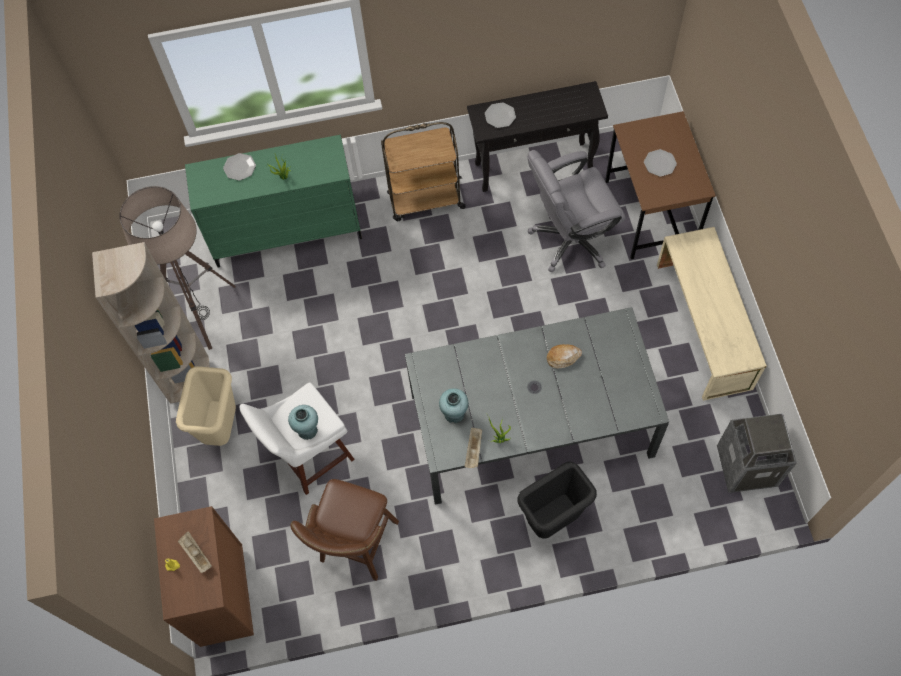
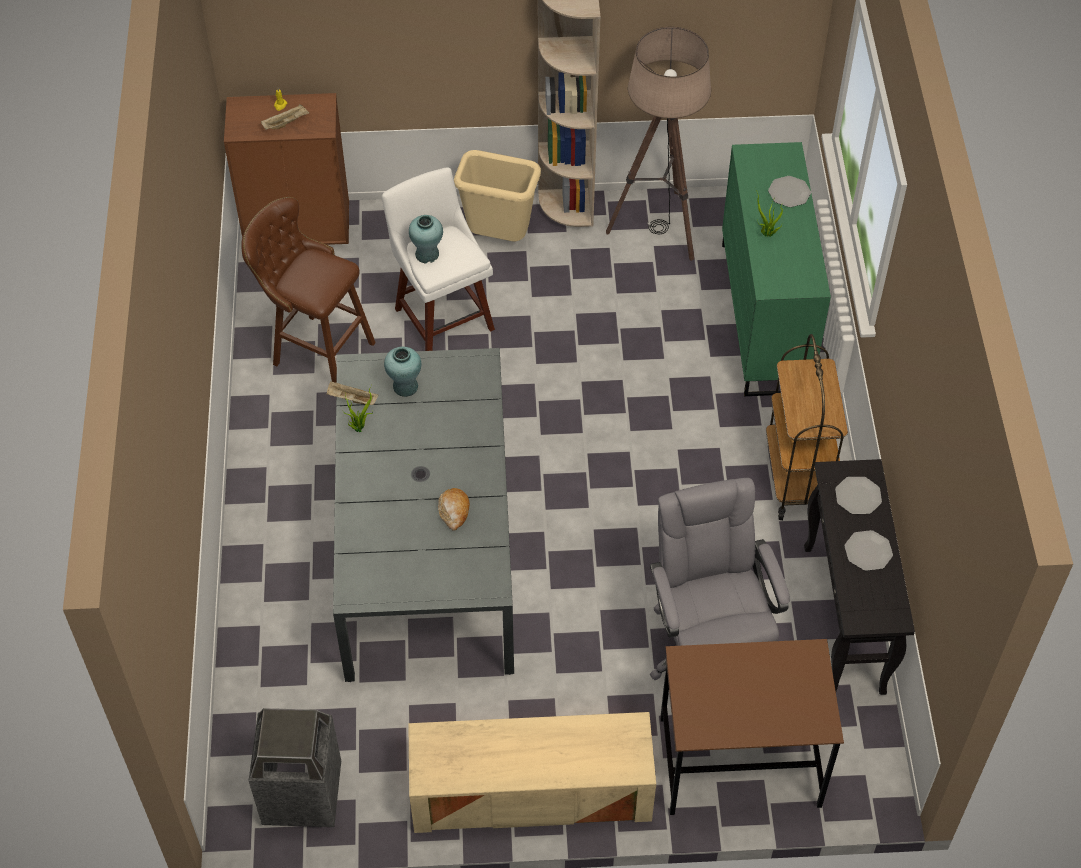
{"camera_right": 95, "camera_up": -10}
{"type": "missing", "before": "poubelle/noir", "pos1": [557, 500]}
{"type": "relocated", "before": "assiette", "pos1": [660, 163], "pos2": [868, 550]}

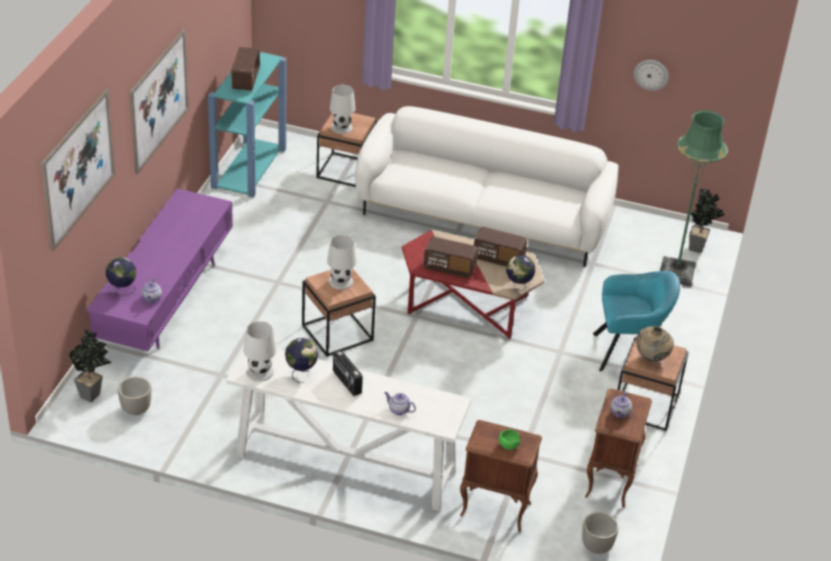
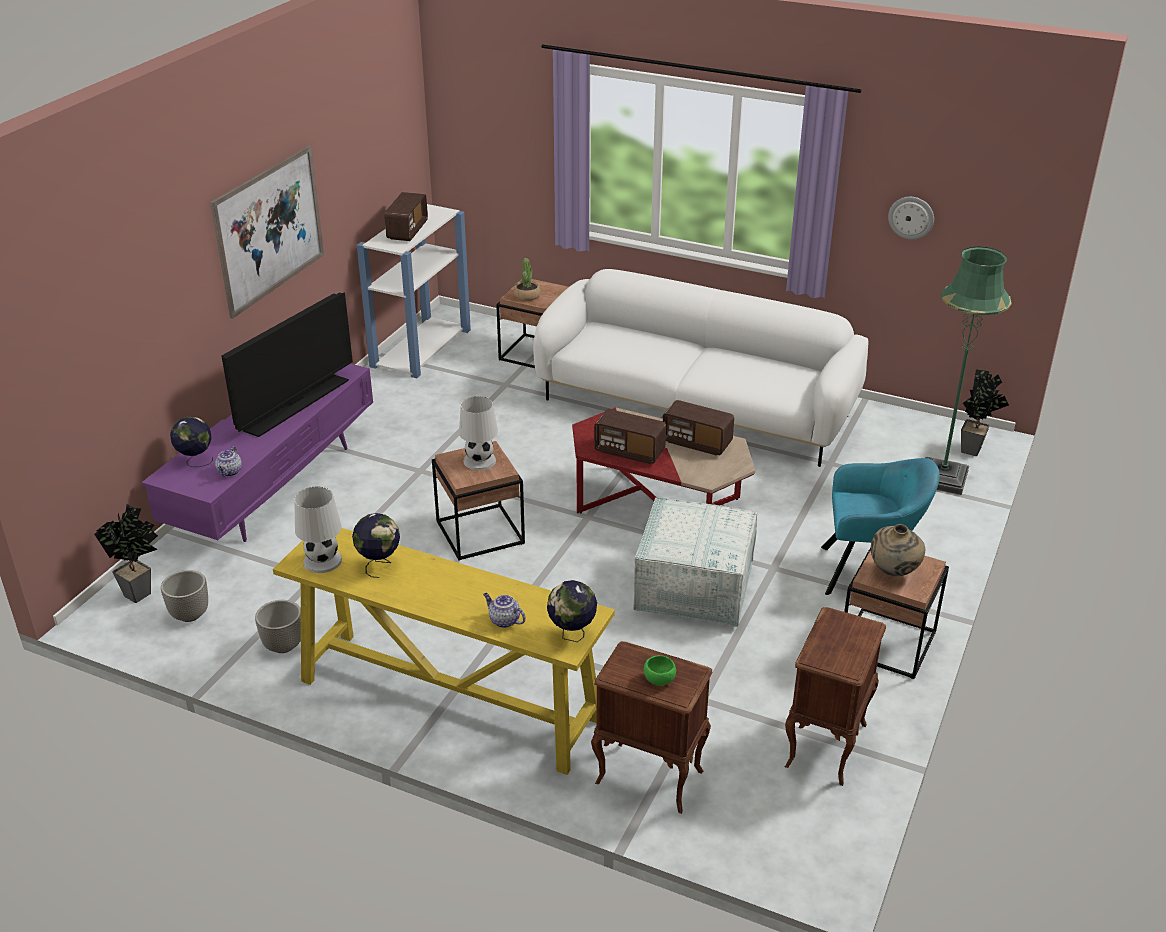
{"camera_right": 10, "camera_up": -5}
{"type": "missing", "before": "tableau", "pos1": [78, 170]}
{"type": "colour", "before": "bibliothèque/turquoise", "after": "bibliothèque/blanc", "pos1": [247, 125], "pos2": [414, 291]}
{"type": "colour", "before": "table console/blanc", "after": "table console/jaune", "pos1": [349, 429], "pos2": [444, 651]}
{"type": "exchanged", "before": "lampe de table/blanc", "after": "plante en pot", "pos1": [342, 109], "pos2": [527, 279]}
{"type": "missing", "before": "radio", "pos1": [348, 373]}
{"type": "relocated", "before": "globe", "pos1": [520, 273], "pos2": [572, 611]}
{"type": "relocated", "before": "cache-pot", "pos1": [600, 533], "pos2": [278, 626]}
{"type": "missing", "before": "théière", "pos1": [621, 405]}
{"type": "appeared", "after": "téléviseur", "pos2": [287, 364]}
{"type": "appeared", "after": "pouf/blanc", "pos2": [695, 562]}

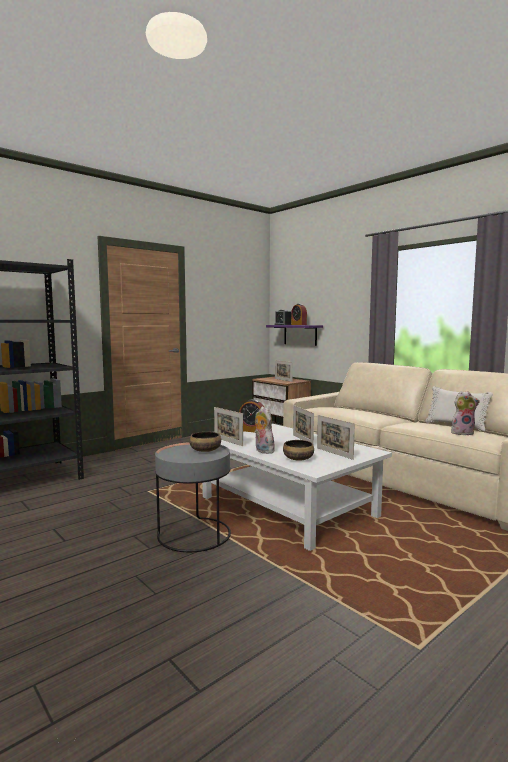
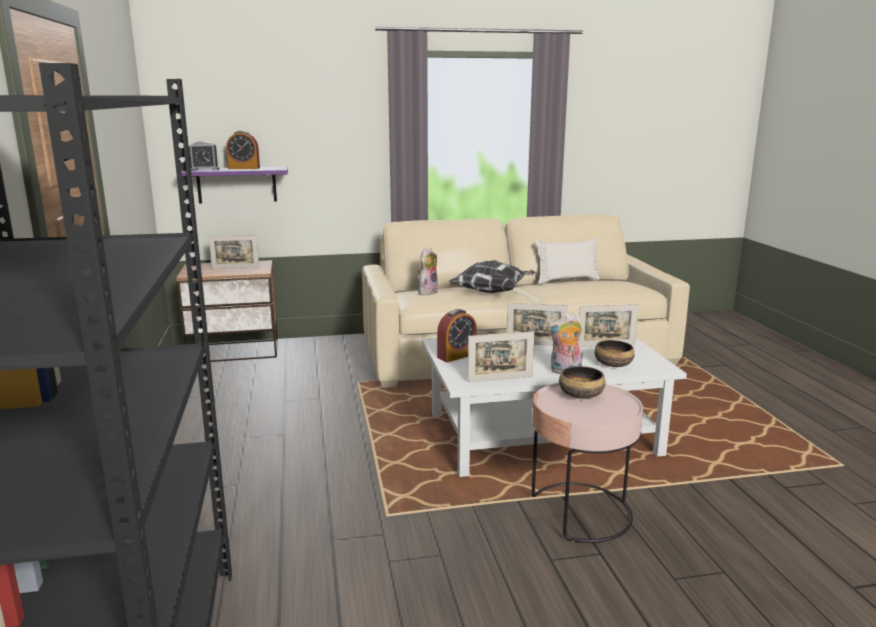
{"camera_right": -60, "camera_up": 10}
{"type": "colour", "before": "table d'appoint/gris", "after": "table d'appoint/rose", "pos1": [193, 497], "pos2": [587, 463]}
{"type": "relocated", "before": "peluche", "pos1": [465, 413], "pos2": [427, 271]}
{"type": "appeared", "after": "coussin", "pos2": [492, 276]}

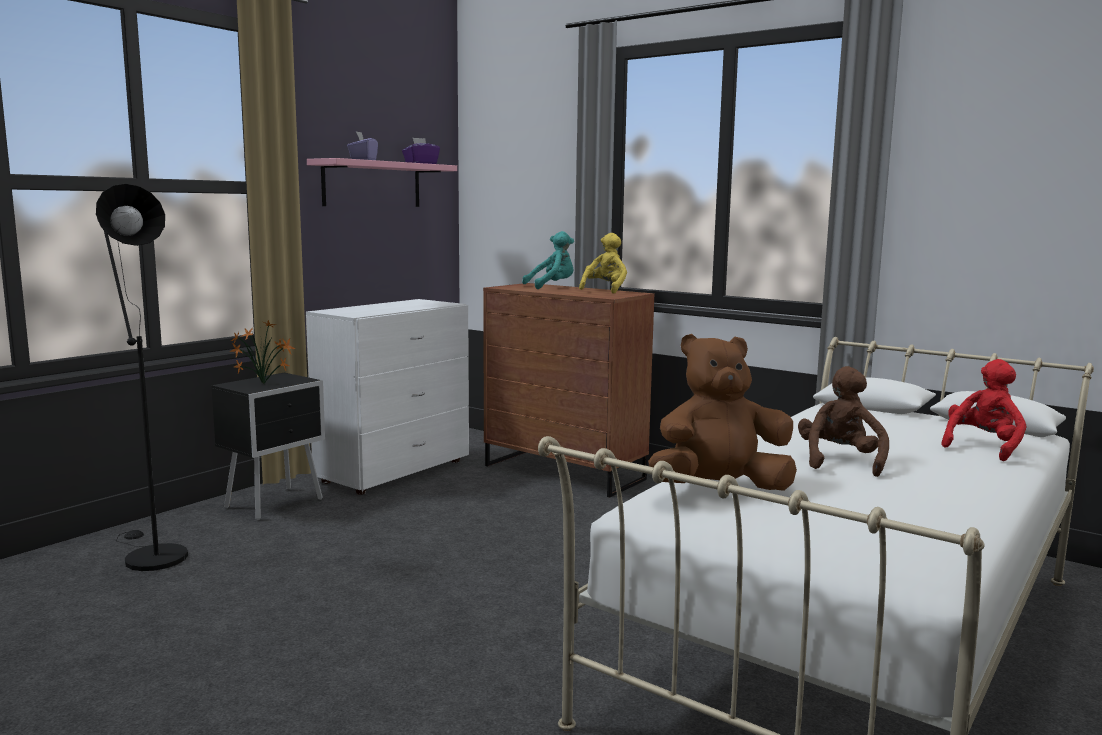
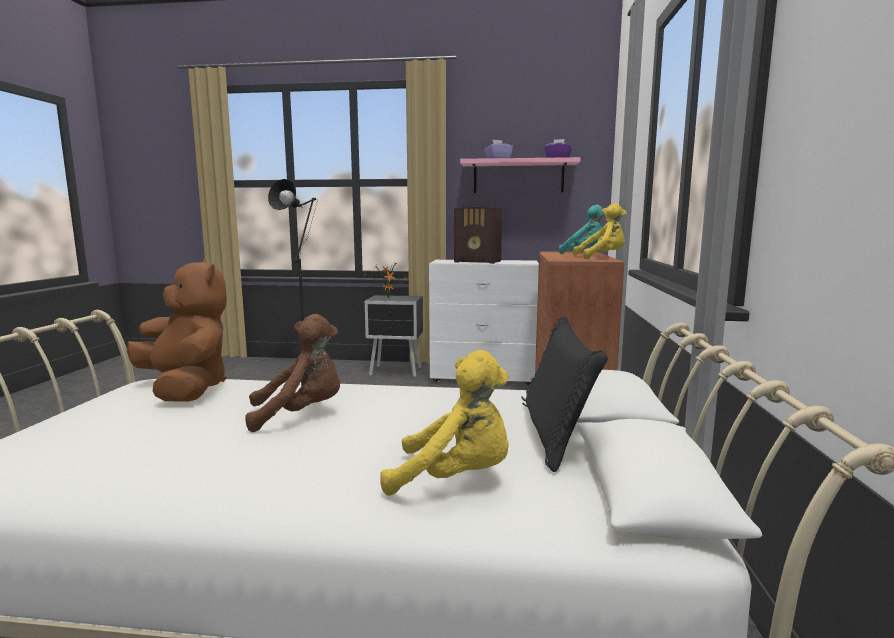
{"camera_right": 60, "camera_up": 0}
{"type": "colour", "before": "peluche/rouge", "after": "peluche/jaune", "pos1": [983, 410], "pos2": [444, 423]}
{"type": "appeared", "after": "radio", "pos2": [478, 235]}
{"type": "appeared", "after": "coussin/noir", "pos2": [564, 394]}

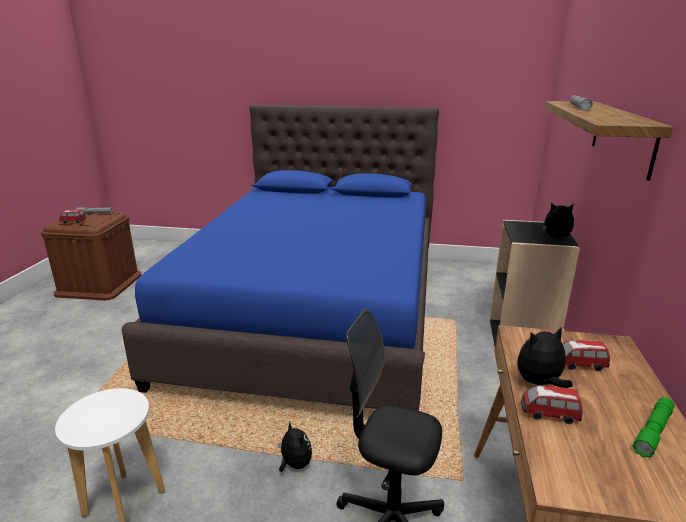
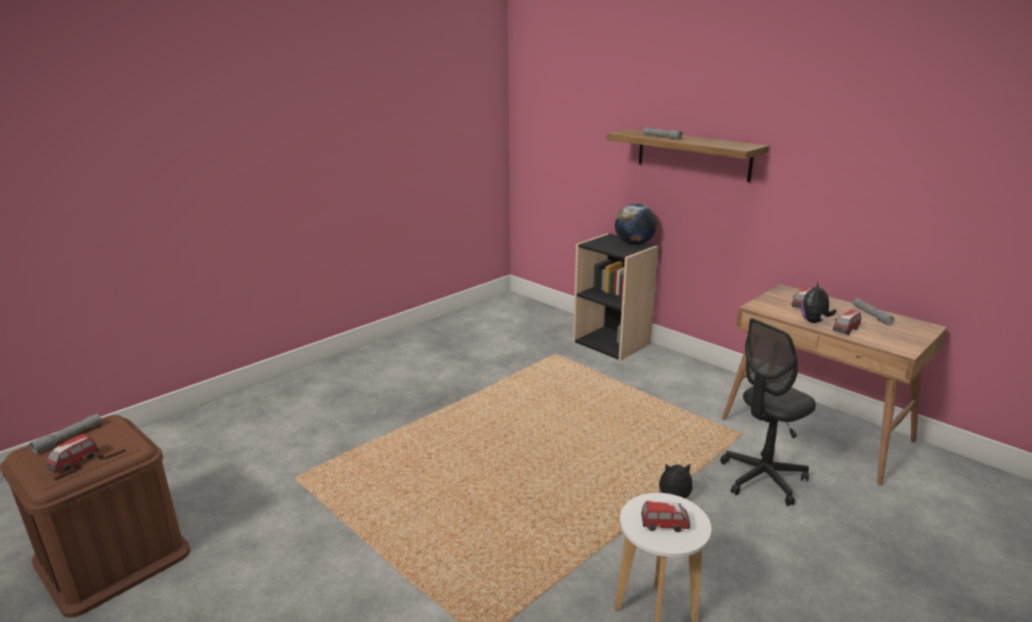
{"camera_right": -55, "camera_up": 0}
{"type": "missing", "before": "lit/bleu", "pos1": [280, 257]}
{"type": "exchanged", "before": "peluche", "after": "globe", "pos1": [558, 220], "pos2": [636, 224]}
{"type": "colour", "before": "lampe de poche/vert", "after": "lampe de poche/gris", "pos1": [653, 427], "pos2": [874, 312]}
{"type": "appeared", "after": "petite voiture", "pos2": [665, 516]}

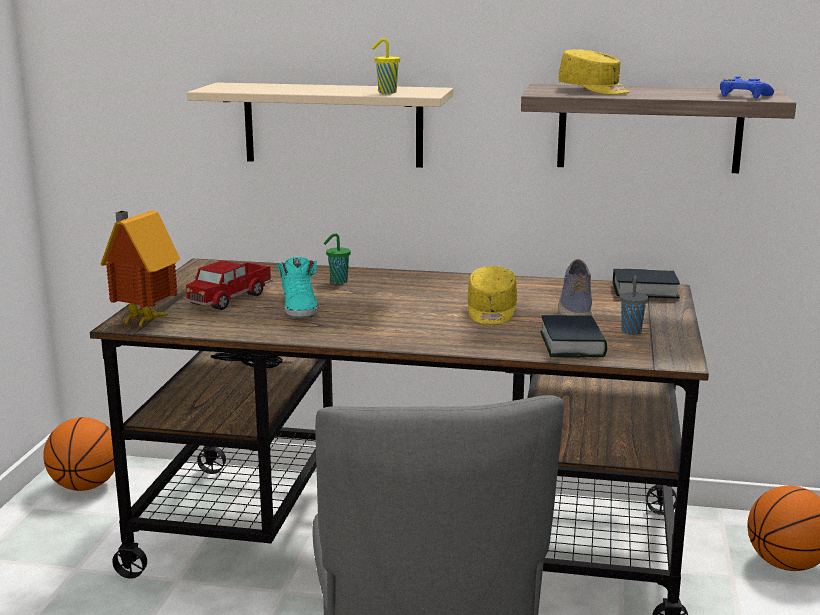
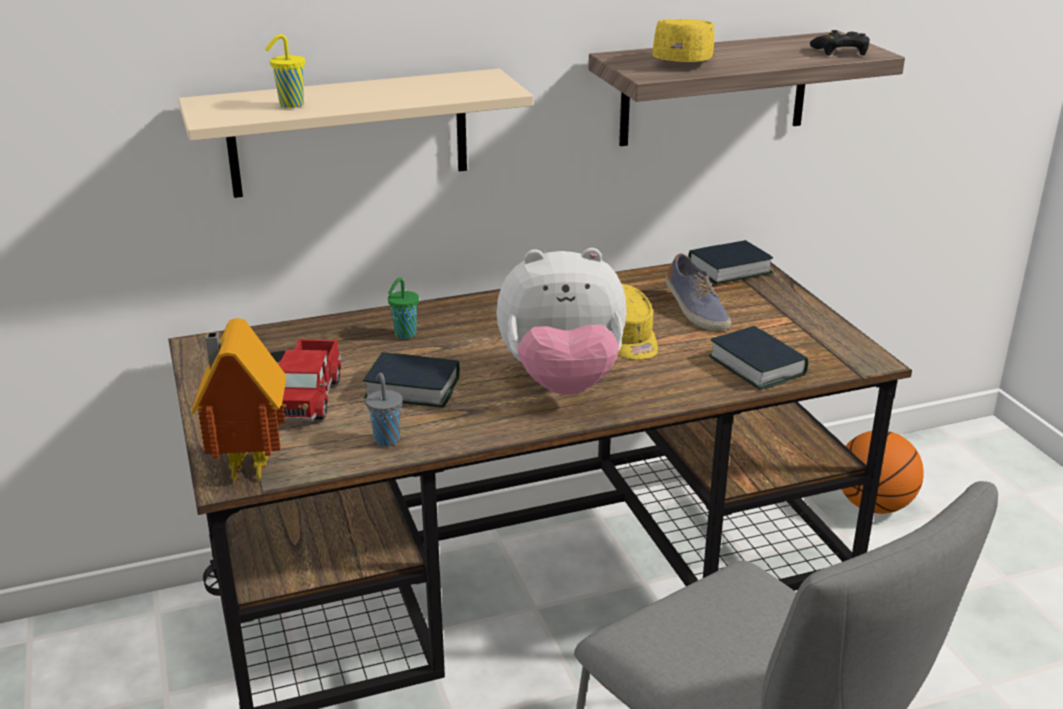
{"camera_right": -30, "camera_up": 10}
{"type": "missing", "before": "ballon de basket", "pos1": [79, 454]}
{"type": "exchanged", "before": "chaussure/turquoise", "after": "livre", "pos1": [297, 287], "pos2": [411, 380]}
{"type": "relocated", "before": "tasse/jaune", "pos1": [386, 66], "pos2": [285, 71]}
{"type": "spun", "before": "casquette/jaune", "pos1": [593, 72], "pos2": [684, 40], "turn": -90}
{"type": "relocated", "before": "tasse/gris", "pos1": [633, 305], "pos2": [384, 409]}
{"type": "colour", "before": "manette/bleu", "after": "manette/noir", "pos1": [747, 87], "pos2": [840, 42]}
{"type": "appeared", "after": "peluche", "pos2": [561, 321]}

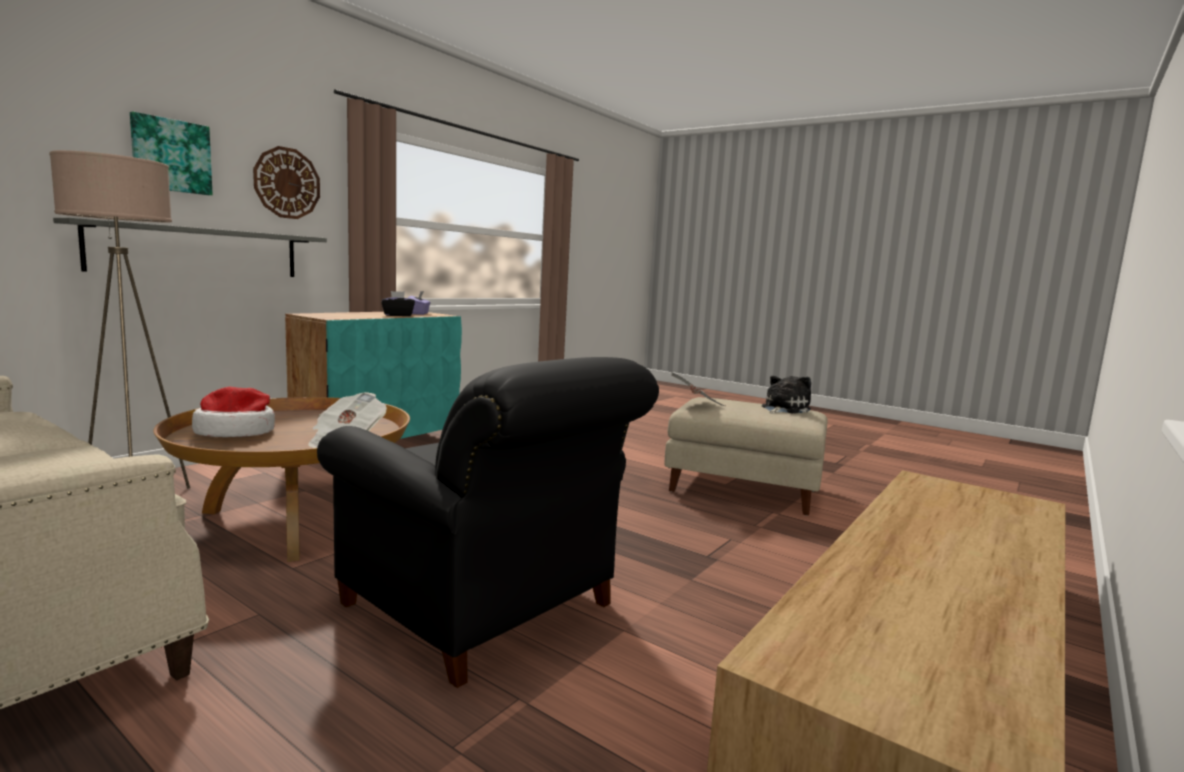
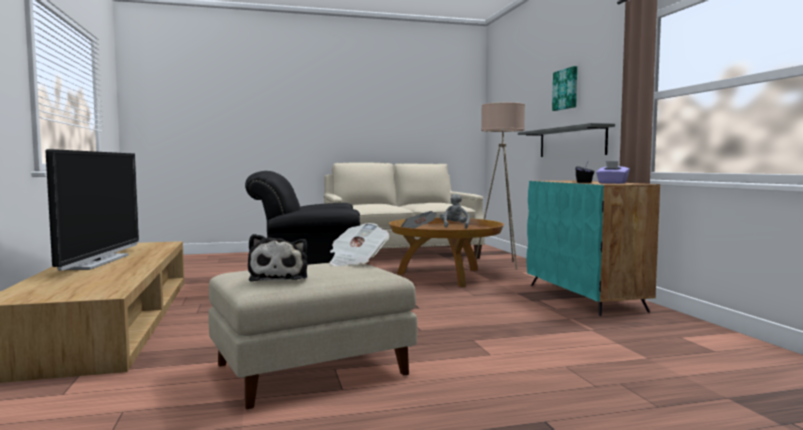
{"camera_right": 130, "camera_up": -5}
{"type": "exchanged", "before": "chapeau", "after": "peluche/gris", "pos1": [233, 412], "pos2": [455, 211]}
{"type": "missing", "before": "horloge murale", "pos1": [286, 182]}
{"type": "appeared", "after": "téléviseur", "pos2": [92, 210]}

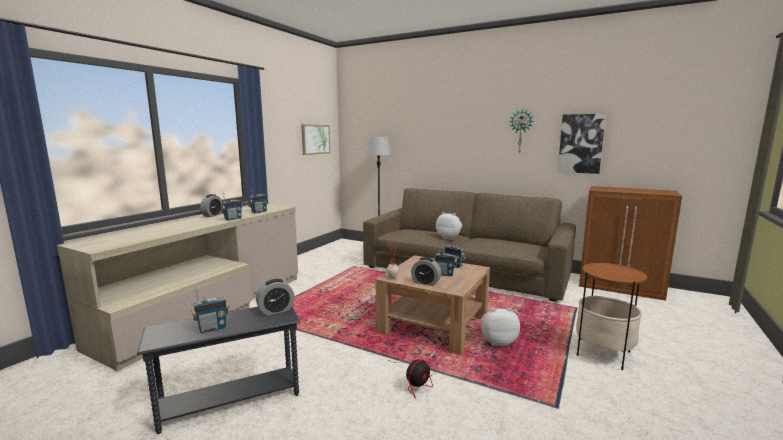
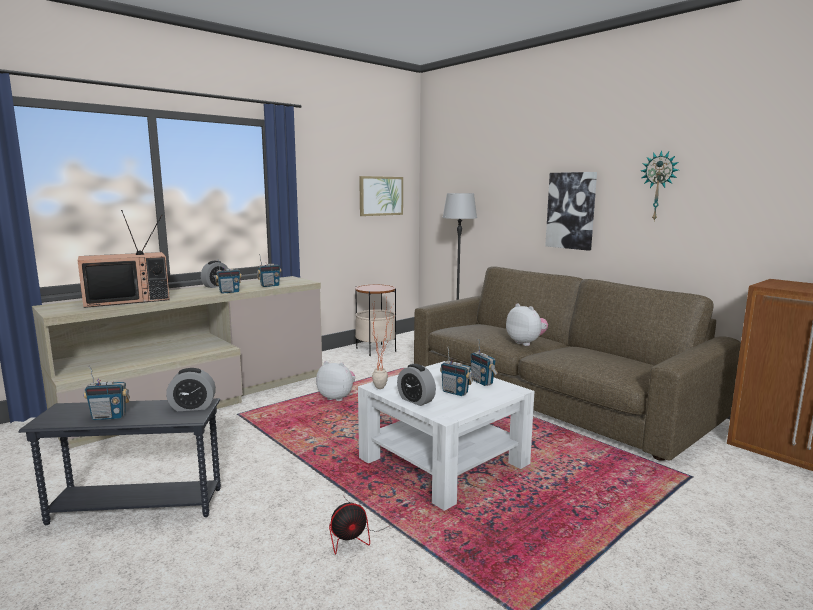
{"camera_right": 20, "camera_up": 0}
{"type": "colour", "before": "table basse/marron", "after": "table basse/blanc", "pos1": [433, 305], "pos2": [446, 436]}
{"type": "relocated", "before": "peluche", "pos1": [500, 327], "pos2": [335, 381]}
{"type": "relocated", "before": "tableau", "pos1": [582, 144], "pos2": [571, 211]}
{"type": "relocated", "before": "table d'appoint", "pos1": [611, 316], "pos2": [375, 320]}
{"type": "appeared", "after": "téléviseur", "pos2": [124, 259]}

